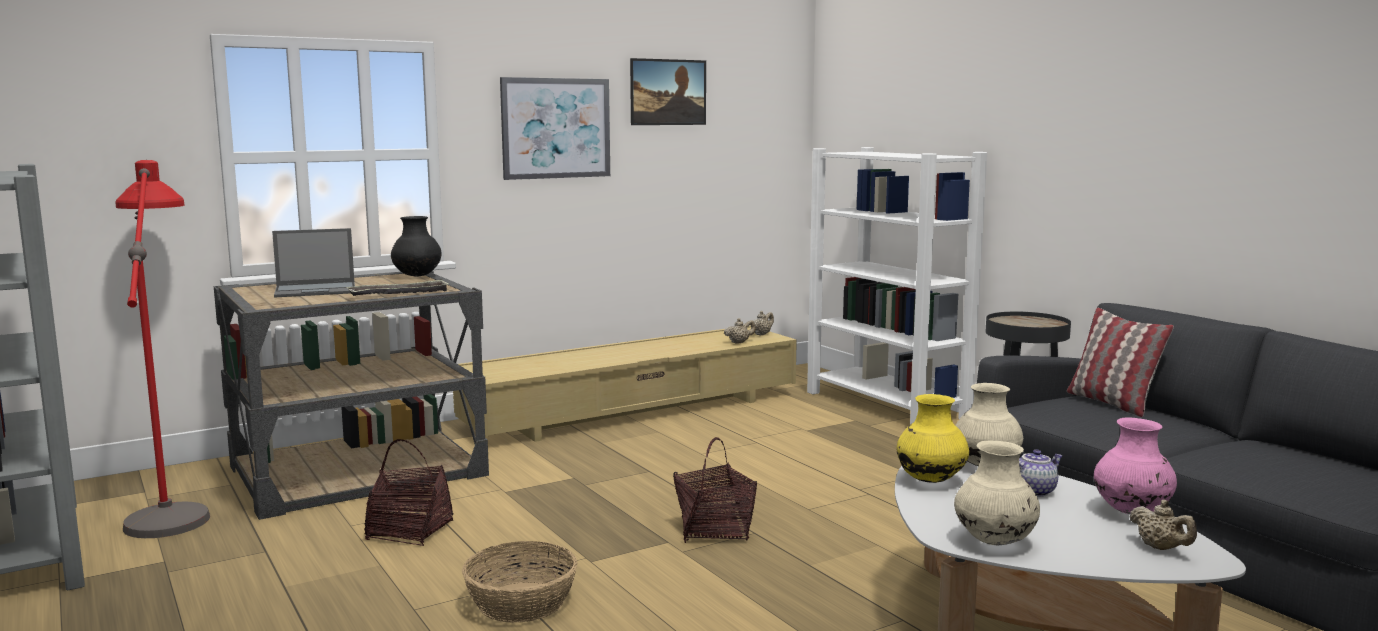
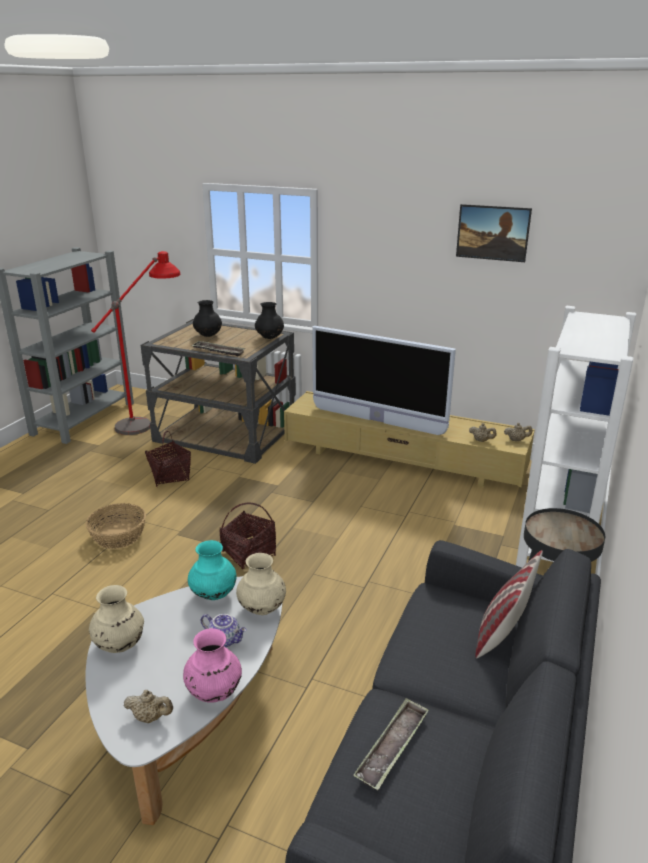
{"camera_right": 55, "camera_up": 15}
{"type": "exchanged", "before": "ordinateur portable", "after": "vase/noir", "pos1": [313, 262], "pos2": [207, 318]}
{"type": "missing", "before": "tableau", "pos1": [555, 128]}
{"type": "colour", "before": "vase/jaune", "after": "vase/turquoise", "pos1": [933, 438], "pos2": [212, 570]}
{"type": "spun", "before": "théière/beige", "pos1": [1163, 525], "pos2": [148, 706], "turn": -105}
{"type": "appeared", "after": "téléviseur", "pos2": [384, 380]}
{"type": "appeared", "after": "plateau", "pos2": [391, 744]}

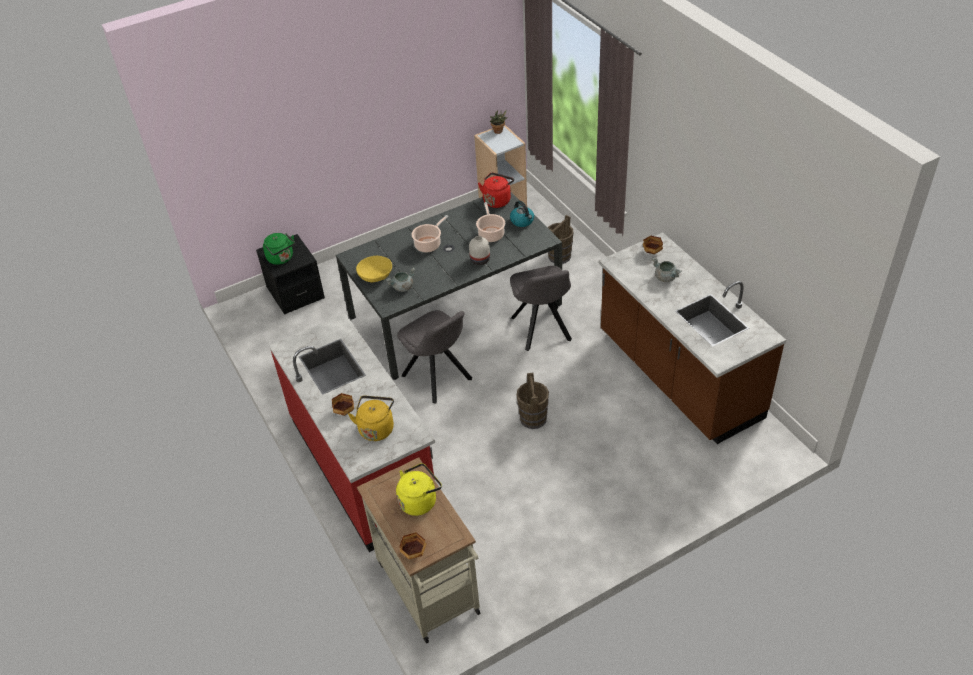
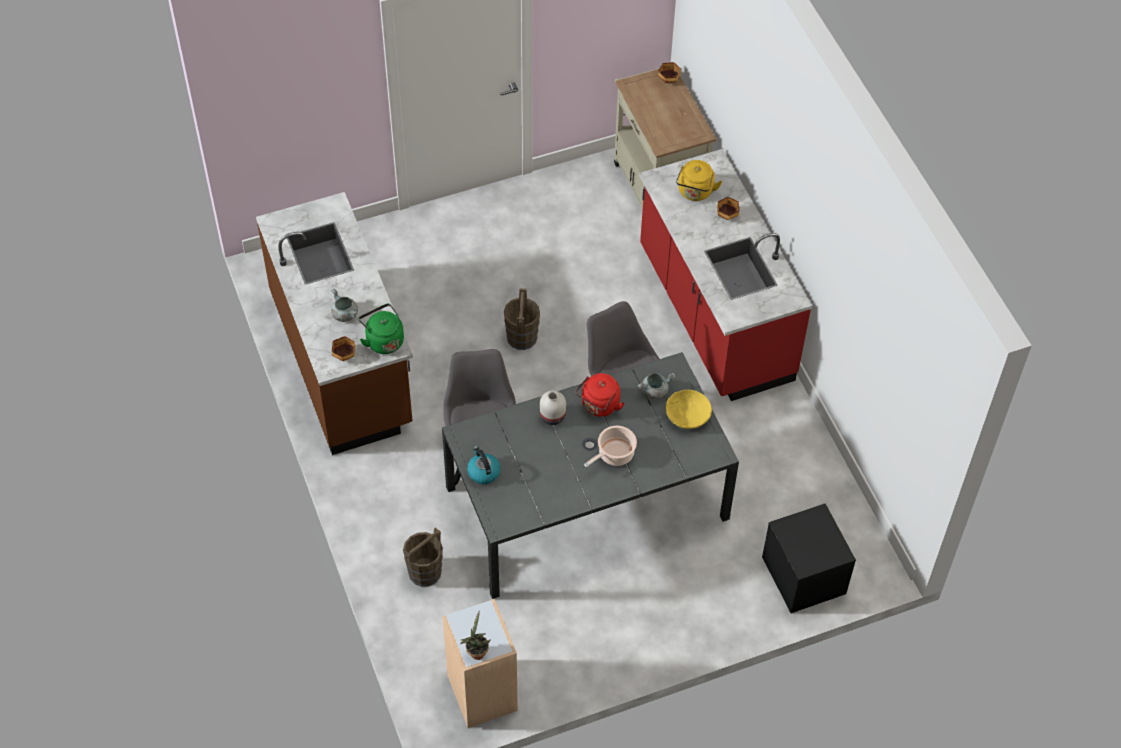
{"camera_right": -175, "camera_up": 10}
{"type": "relocated", "before": "bouilloire/vert", "pos1": [279, 249], "pos2": [381, 328]}
{"type": "missing", "before": "bouilloire/jaune", "pos1": [419, 489]}
{"type": "missing", "before": "marmite", "pos1": [490, 222]}
{"type": "relocated", "before": "bouilloire/rouge", "pos1": [496, 190], "pos2": [599, 395]}

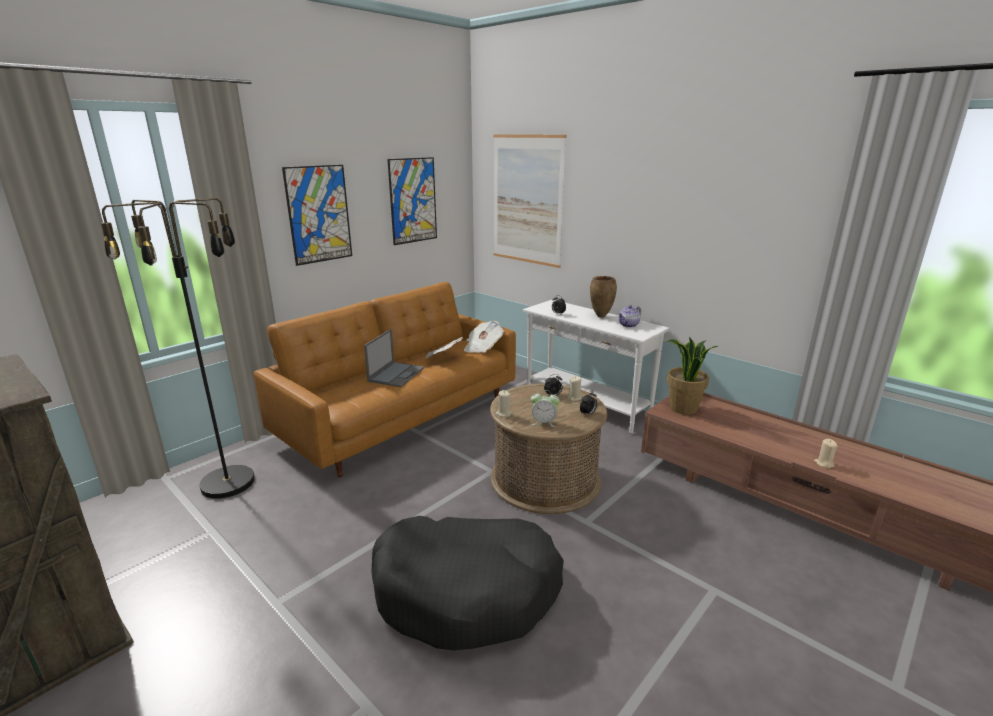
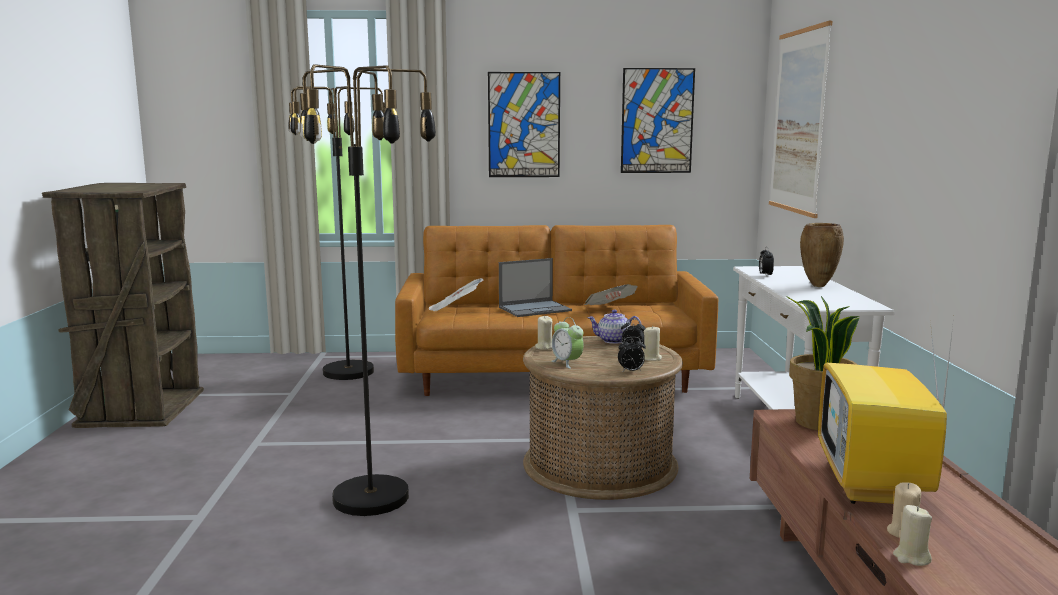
{"camera_right": 45, "camera_up": -10}
{"type": "exchanged", "before": "panier pour chien/noir", "after": "lampadaire", "pos1": [467, 583], "pos2": [368, 290]}
{"type": "relocated", "before": "journal", "pos1": [484, 337], "pos2": [455, 295]}
{"type": "relocated", "before": "théière", "pos1": [629, 316], "pos2": [614, 327]}
{"type": "appeared", "after": "téléviseur", "pos2": [886, 411]}
{"type": "appeared", "after": "bougie/beige", "pos2": [912, 535]}

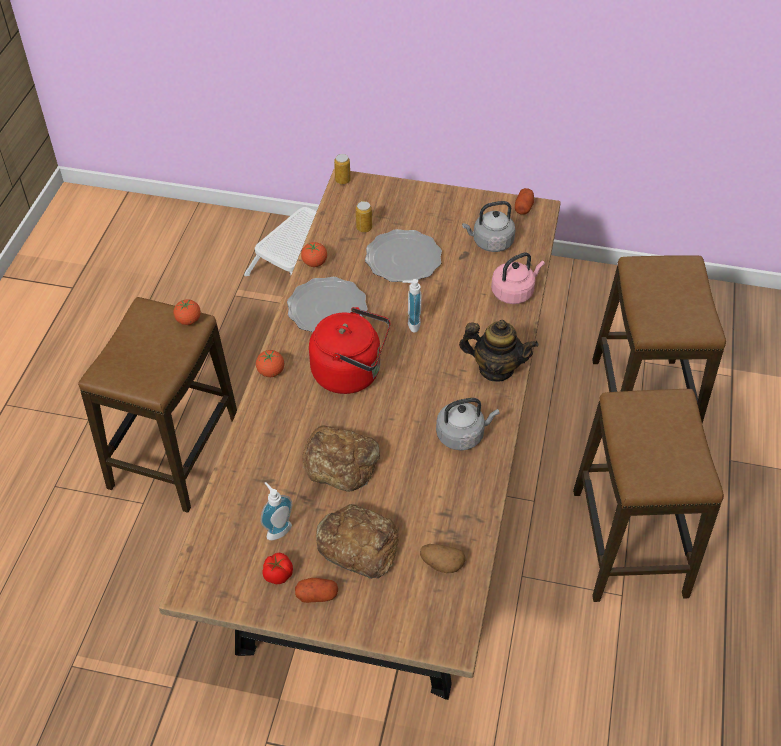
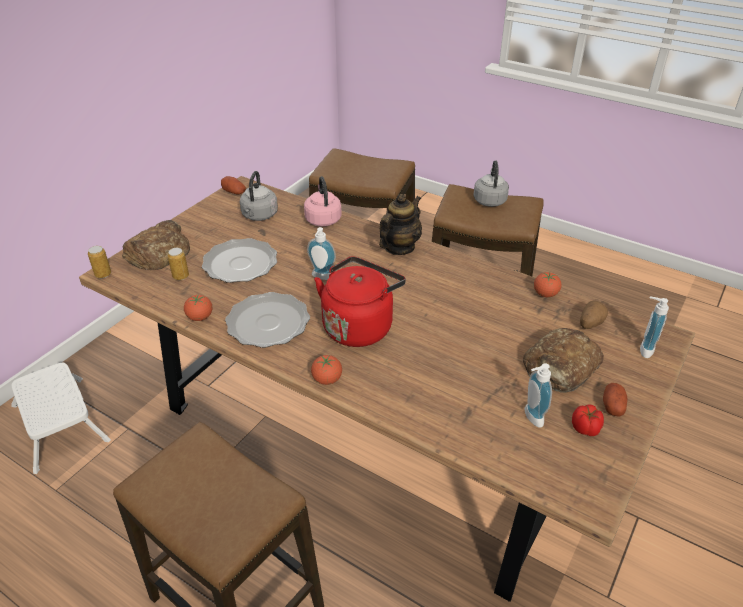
{"camera_right": -70, "camera_up": -10}
{"type": "relocated", "before": "tomate", "pos1": [187, 312], "pos2": [548, 284]}
{"type": "relocated", "before": "pain", "pos1": [341, 458], "pos2": [156, 245]}
{"type": "relocated", "before": "bouilloire/gris", "pos1": [467, 424], "pos2": [491, 183]}
{"type": "appeared", "after": "distributeur de savon", "pos2": [654, 327]}

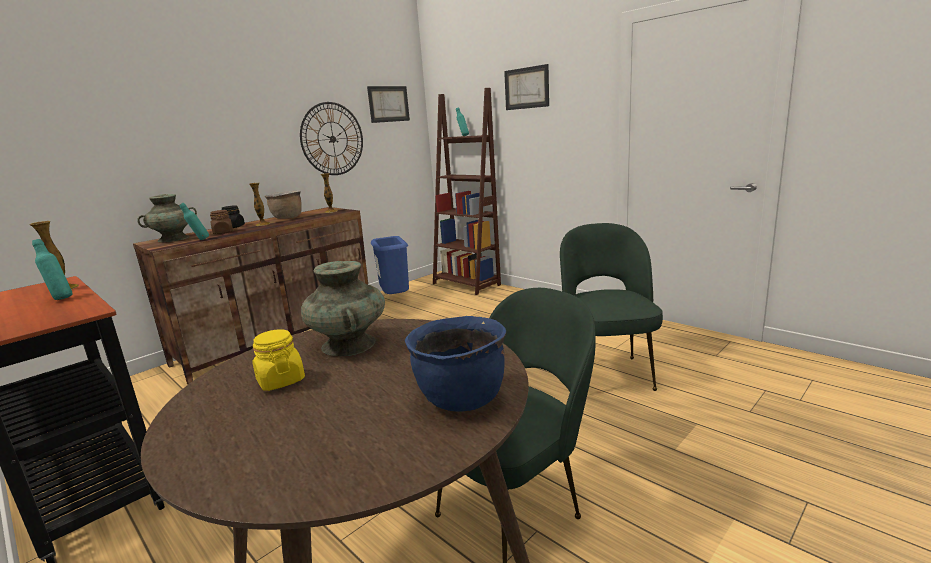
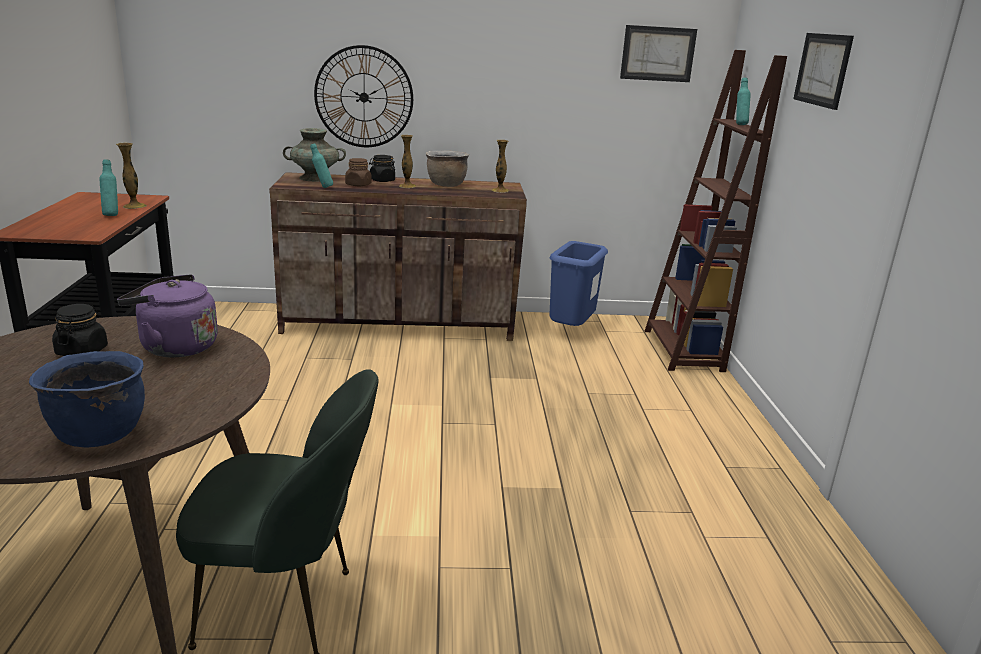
{"camera_right": 40, "camera_up": 5}
{"type": "colour", "before": "bocal/jaune", "after": "bocal/noir", "pos1": [279, 360], "pos2": [80, 330]}
{"type": "relocated", "before": "horloge murale", "pos1": [331, 138], "pos2": [363, 96]}
{"type": "exchanged", "before": "vase/turquoise", "after": "bouilloire/violet", "pos1": [343, 308], "pos2": [167, 316]}
{"type": "missing", "before": "chaise/vert", "pos1": [611, 307]}

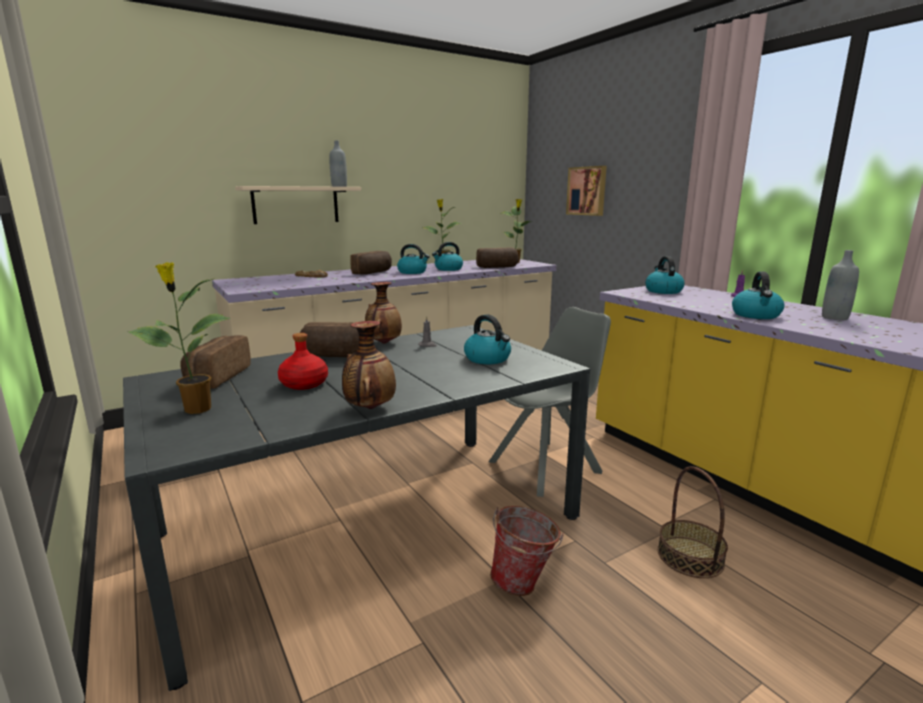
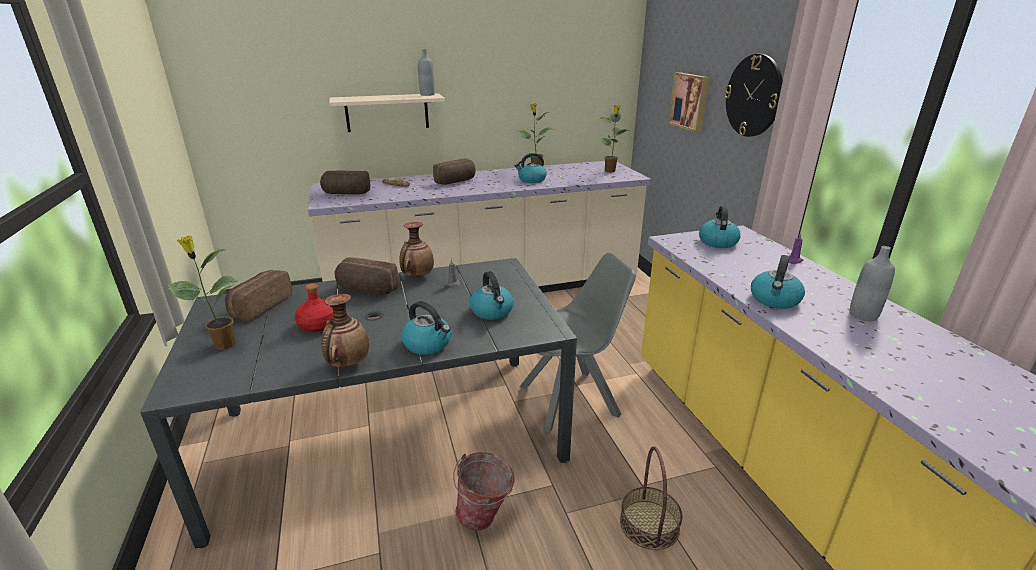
{"camera_right": 15, "camera_up": 10}
{"type": "relocated", "before": "bouilloire", "pos1": [413, 259], "pos2": [426, 328]}
{"type": "relocated", "before": "pain", "pos1": [497, 257], "pos2": [345, 182]}
{"type": "appeared", "after": "horloge murale", "pos2": [753, 95]}

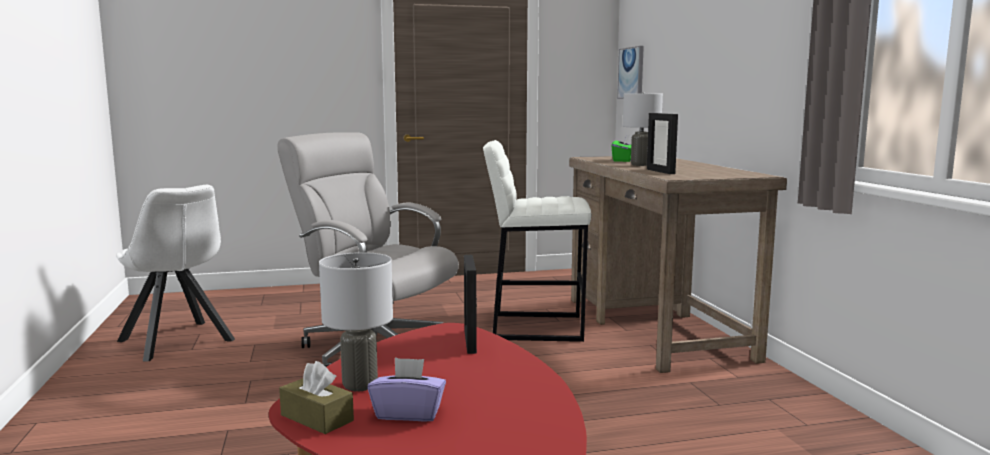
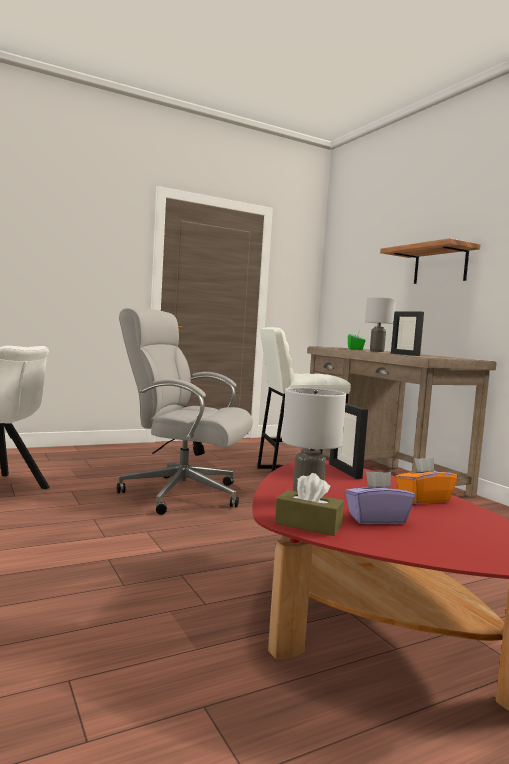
{"camera_right": -15, "camera_up": -5}
{"type": "missing", "before": "tableau", "pos1": [630, 72]}
{"type": "appeared", "after": "étagère", "pos2": [430, 261]}
{"type": "appeared", "after": "boîte à mouchoirs/orange", "pos2": [426, 480]}

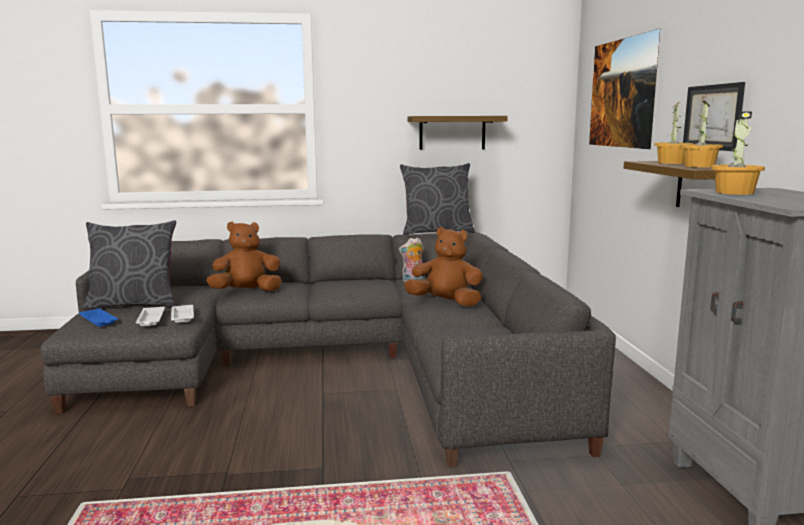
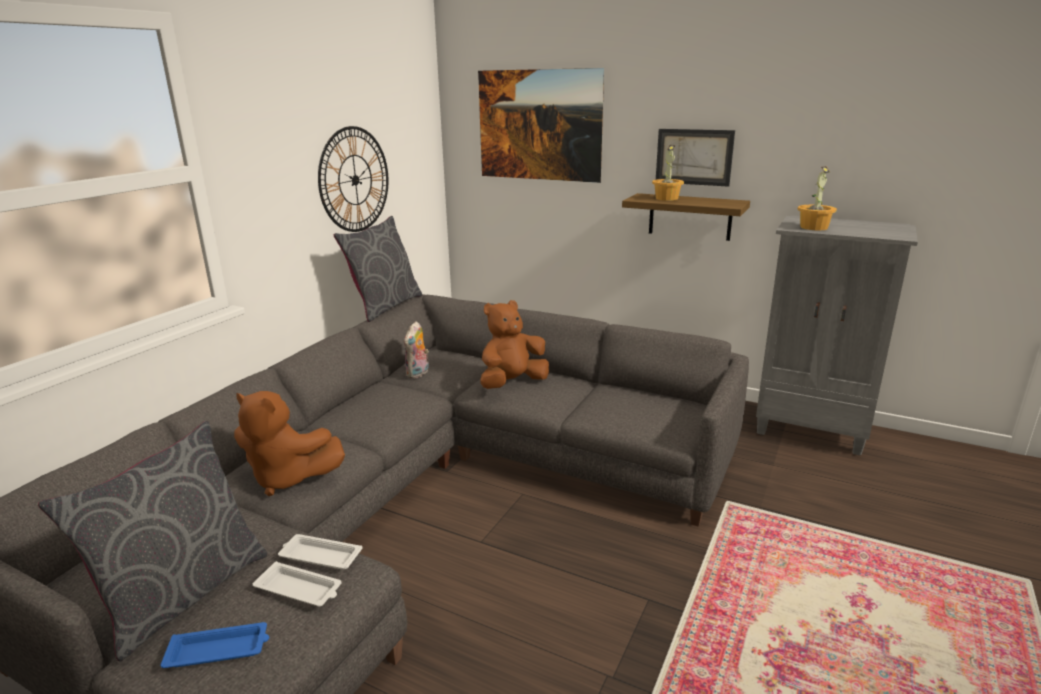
{"camera_right": -55, "camera_up": 10}
{"type": "spun", "before": "peluche/marron", "pos1": [244, 256], "pos2": [289, 443], "turn": -90}
{"type": "exchanged", "before": "étagère", "after": "horloge murale", "pos1": [457, 133], "pos2": [353, 179]}
{"type": "missing", "before": "plante en pot", "pos1": [701, 134]}

